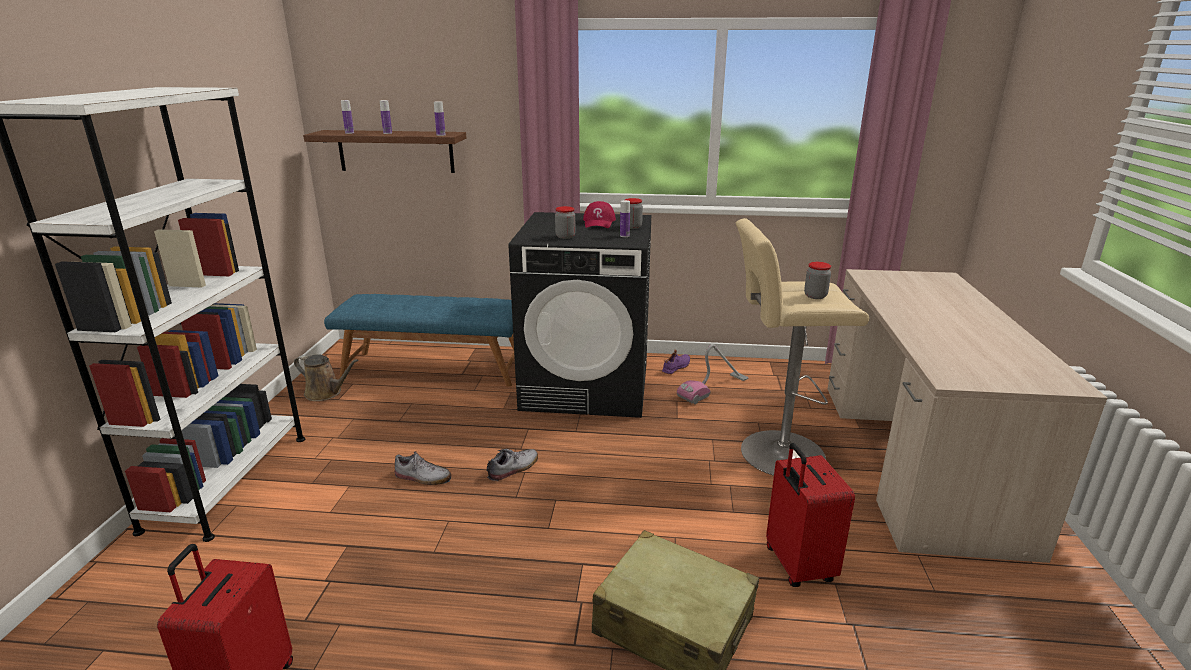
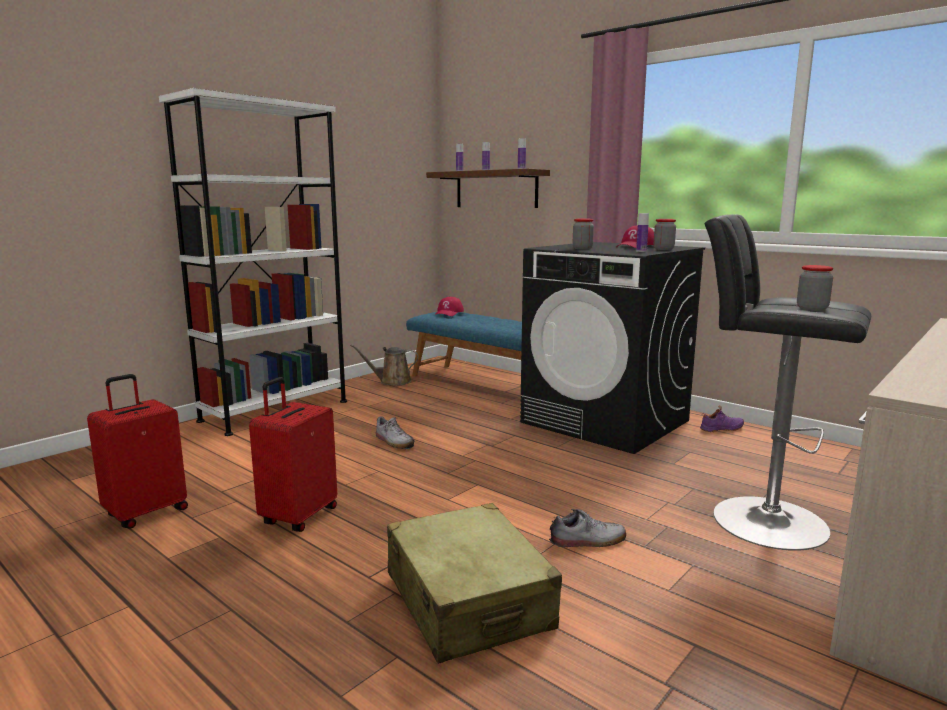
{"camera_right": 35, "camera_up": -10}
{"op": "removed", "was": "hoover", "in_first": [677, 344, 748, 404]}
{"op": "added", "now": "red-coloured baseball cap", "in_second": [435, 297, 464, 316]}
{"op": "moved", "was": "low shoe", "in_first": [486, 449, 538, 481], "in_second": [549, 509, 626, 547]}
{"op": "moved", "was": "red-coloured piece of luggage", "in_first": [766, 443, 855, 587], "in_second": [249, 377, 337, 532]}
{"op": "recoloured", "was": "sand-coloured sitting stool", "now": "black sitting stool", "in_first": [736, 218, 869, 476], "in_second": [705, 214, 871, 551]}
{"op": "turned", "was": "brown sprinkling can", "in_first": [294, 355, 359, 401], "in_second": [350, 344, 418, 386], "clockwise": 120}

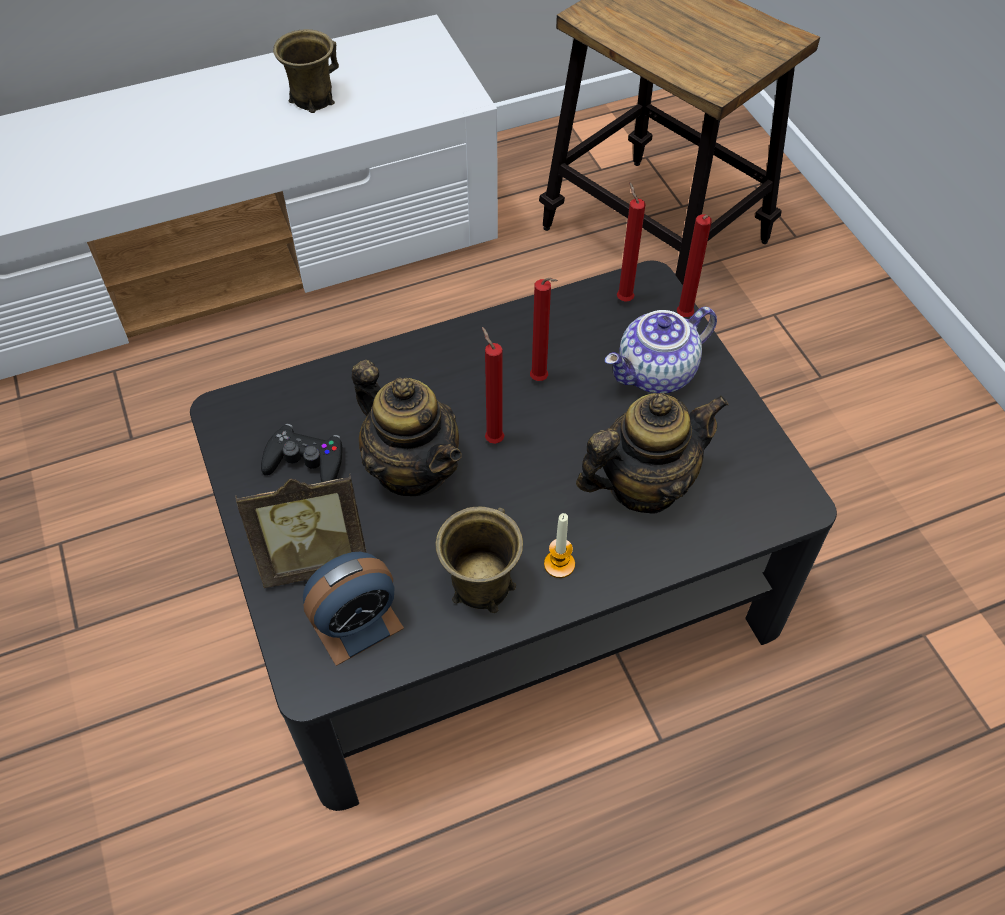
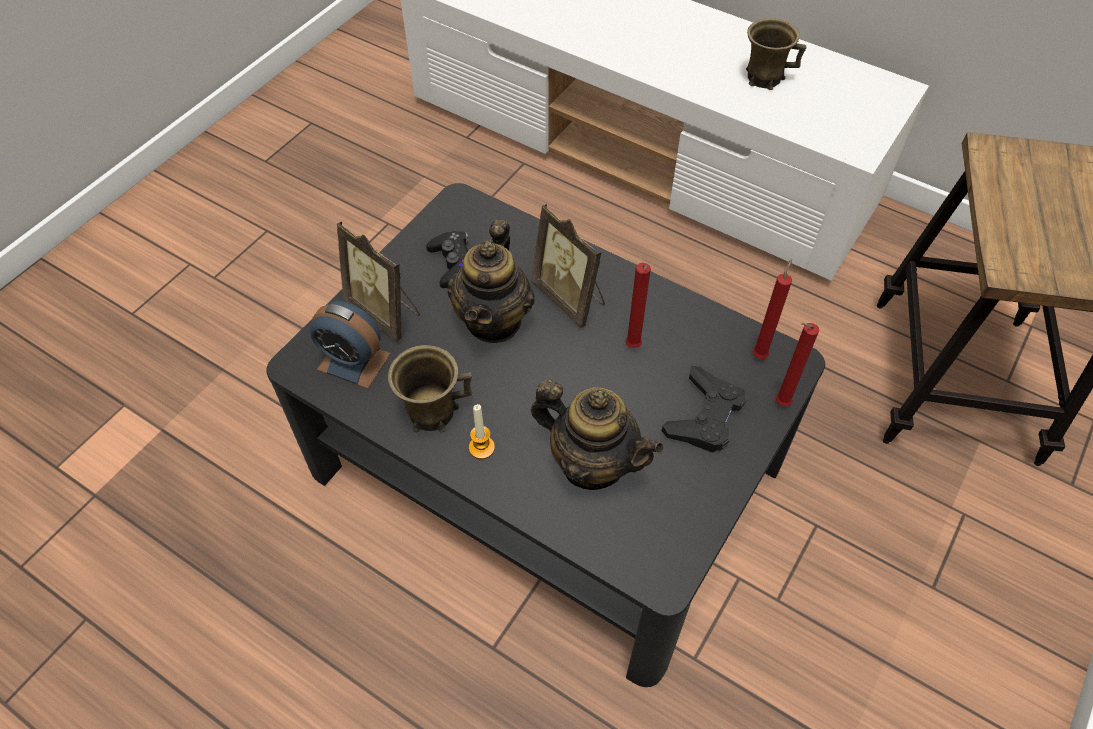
{"camera_right": 55, "camera_up": 0}
{"op": "removed", "was": "red-coloured wax candle", "in_first": [482, 327, 504, 444]}
{"op": "added", "now": "picture frame", "in_second": [531, 204, 605, 328]}
{"op": "replaced", "was": "tea pot", "now": "black joypad", "in_first": [605, 307, 717, 393], "in_second": [662, 366, 747, 453]}

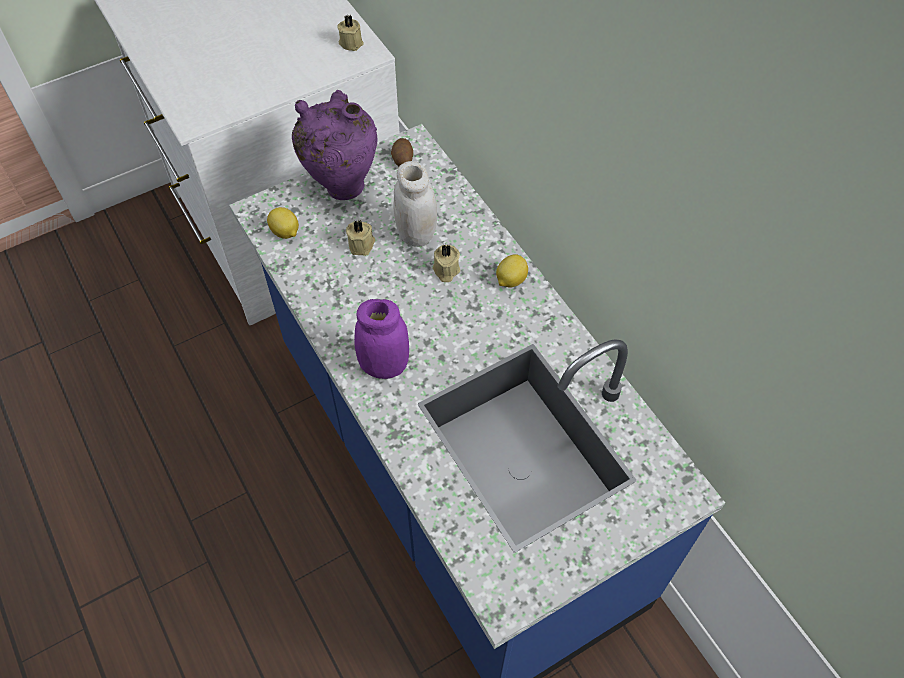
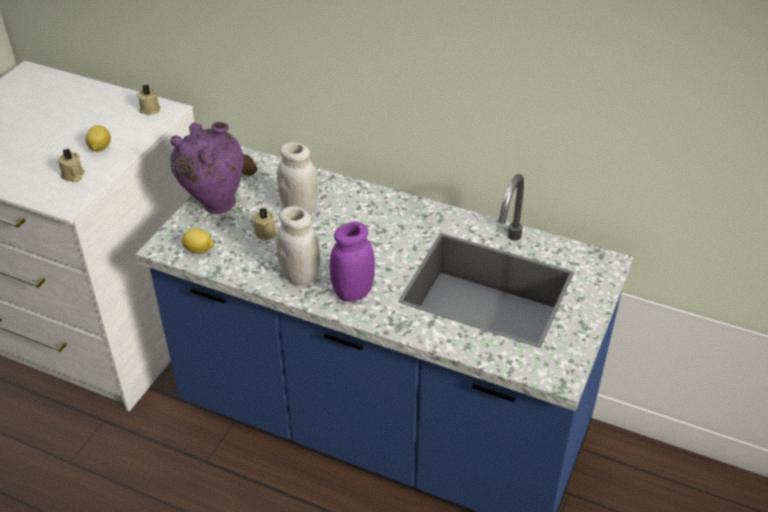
{"camera_right": -35, "camera_up": -15}
{"op": "added", "now": "whitish preserve jar", "in_second": [276, 206, 320, 285]}
{"op": "moved", "was": "sand-coloured wax candle", "in_first": [433, 244, 460, 282], "in_second": [58, 149, 85, 182]}
{"op": "moved", "was": "whole lemon", "in_first": [496, 254, 528, 287], "in_second": [85, 125, 111, 152]}

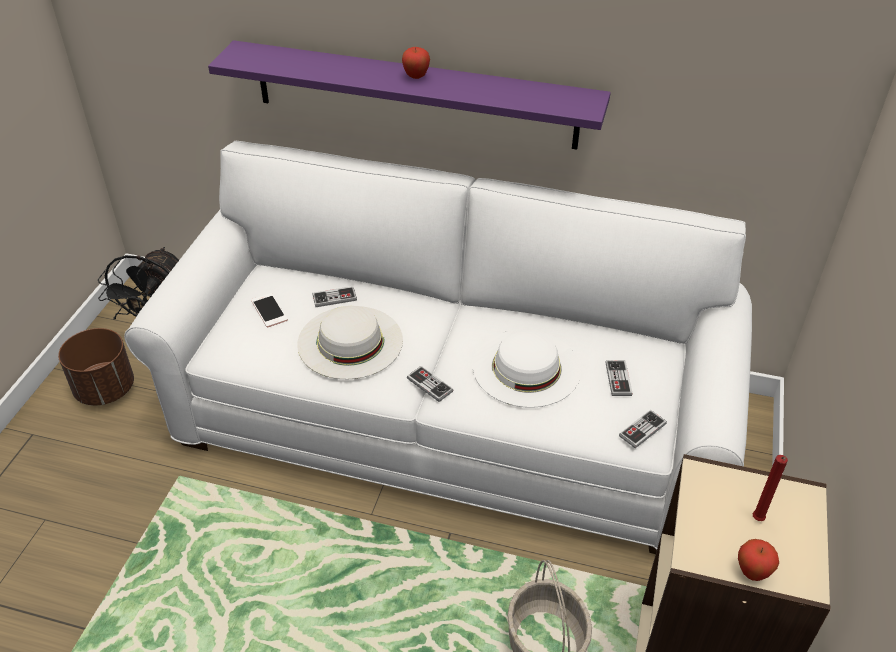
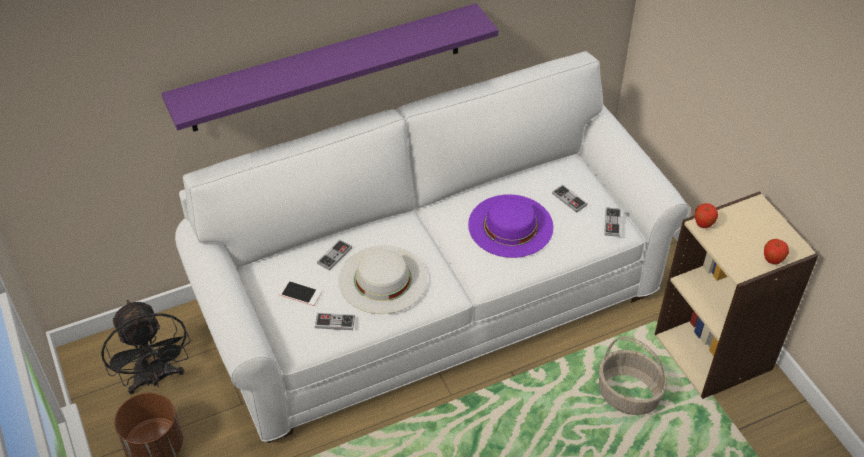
{"camera_right": -40, "camera_up": 5}
{"op": "removed", "was": "red-coloured wax candle", "in_first": [753, 455, 788, 521]}
{"op": "moved", "was": "apple", "in_first": [402, 47, 430, 79], "in_second": [695, 203, 718, 228]}
{"op": "moved", "was": "joypad", "in_first": [407, 366, 453, 402], "in_second": [315, 313, 355, 330]}
{"op": "recoloured", "was": "whitish wearable hat", "now": "purplish wearable hat", "in_first": [473, 330, 581, 408], "in_second": [468, 194, 553, 258]}

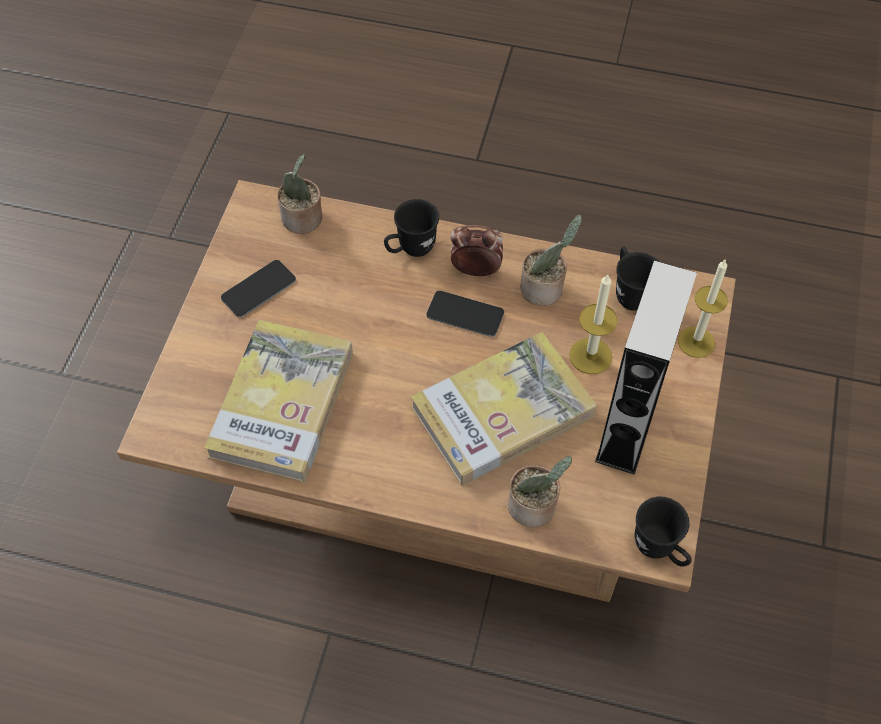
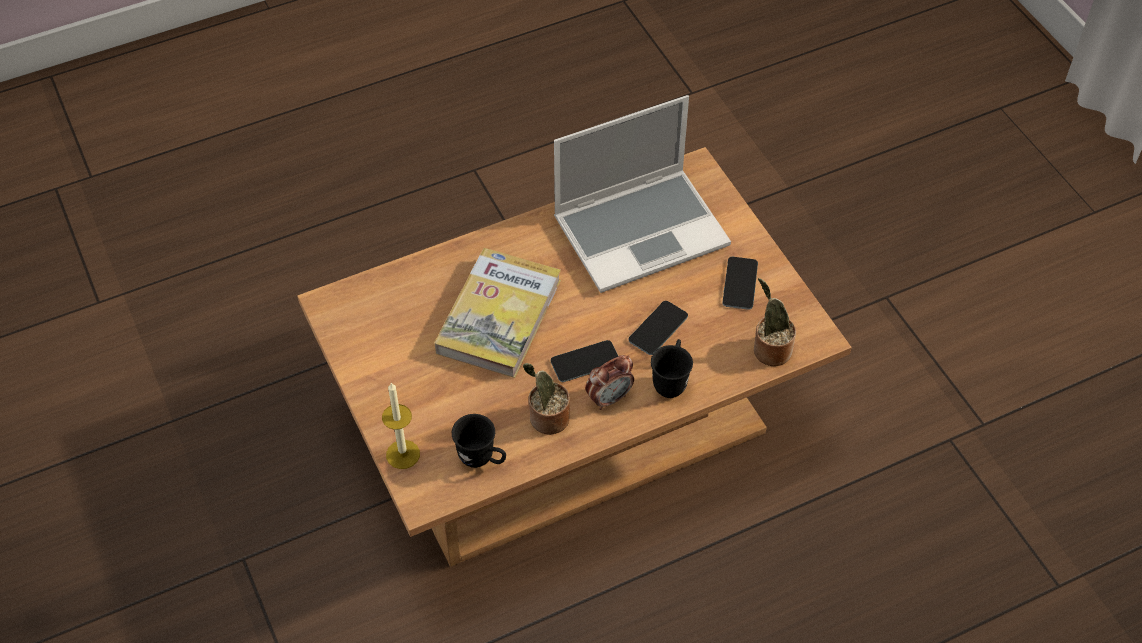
{"camera_right": 140, "camera_up": -5}
{"op": "removed", "was": "houseplant", "in_first": [508, 456, 572, 527]}
{"op": "removed", "was": "wax candle", "in_first": [569, 274, 618, 374]}
{"op": "removed", "was": "grey loudspeaker", "in_first": [595, 260, 697, 475]}
{"op": "removed", "was": "black coffee mug", "in_first": [634, 497, 692, 567]}
{"op": "added", "now": "phone", "in_second": [629, 301, 688, 355]}
{"op": "replaced", "was": "bound book", "now": "notebook computer", "in_first": [204, 320, 353, 482], "in_second": [554, 95, 731, 293]}

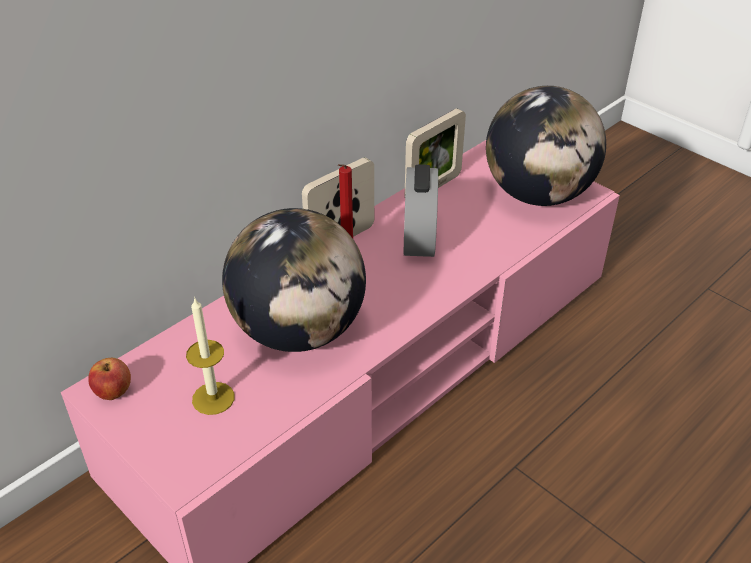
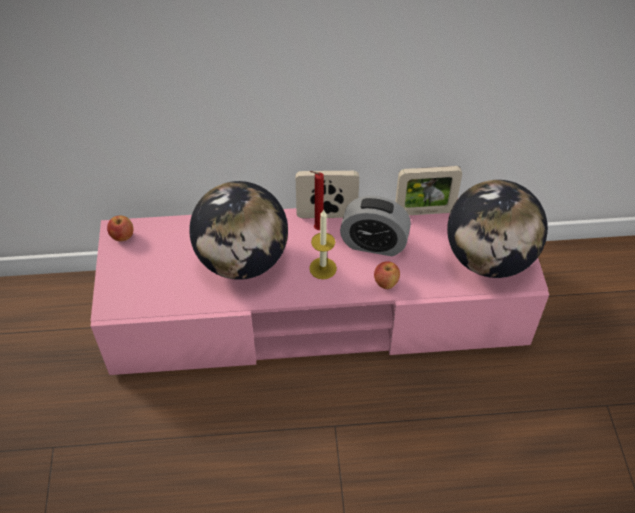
{"camera_right": 40, "camera_up": 10}
{"op": "added", "now": "apple", "in_second": [374, 261, 400, 289]}
{"op": "moved", "was": "wax candle", "in_first": [186, 297, 235, 415], "in_second": [309, 209, 337, 279]}
{"op": "turned", "was": "table clock", "in_first": [404, 164, 438, 257], "in_second": [340, 196, 411, 256], "clockwise": -120}

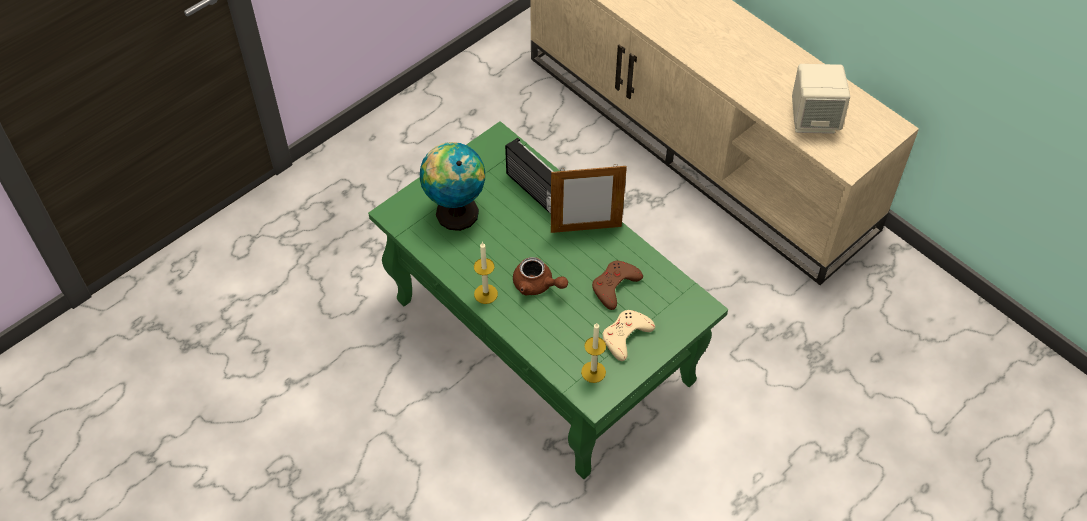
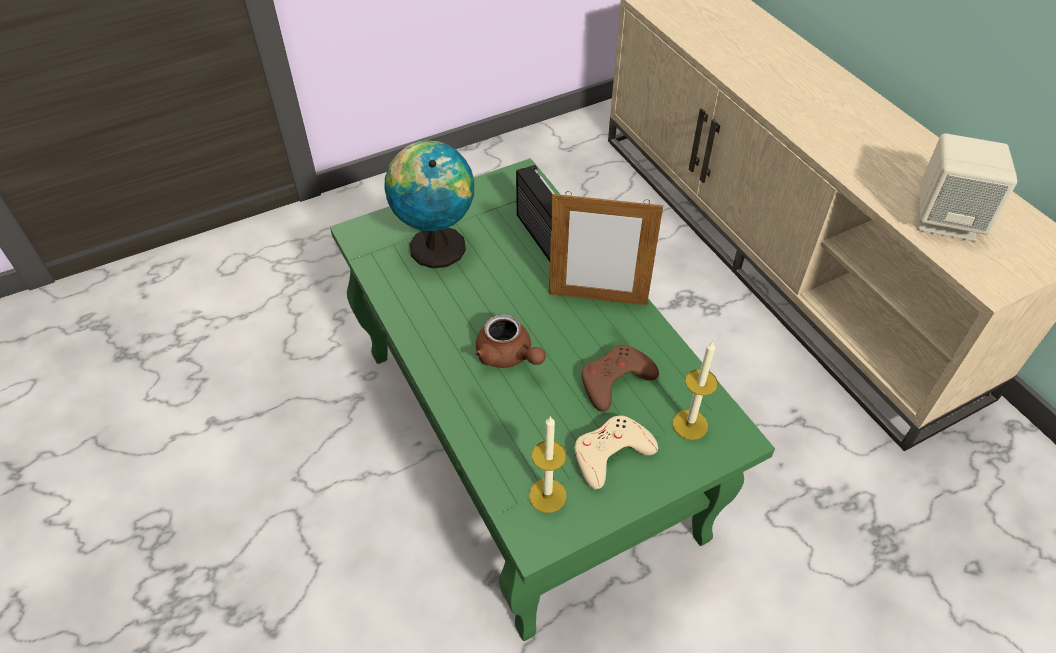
{"camera_right": 15, "camera_up": -5}
{"op": "moved", "was": "wax candle", "in_first": [474, 242, 498, 304], "in_second": [672, 341, 718, 440]}

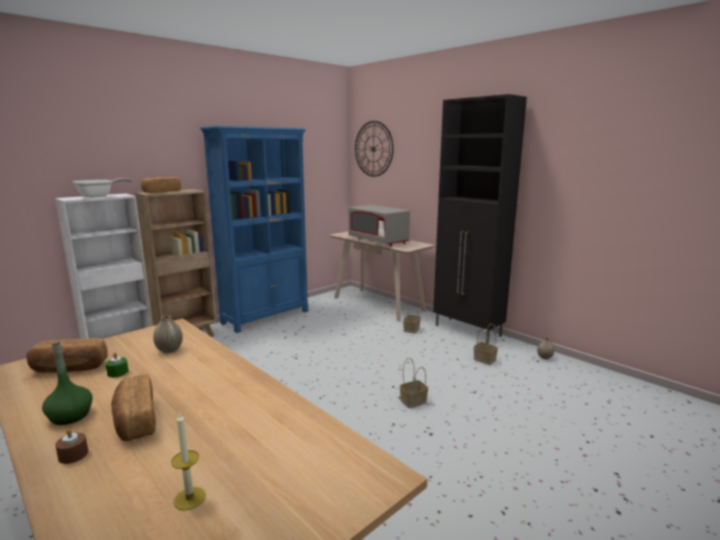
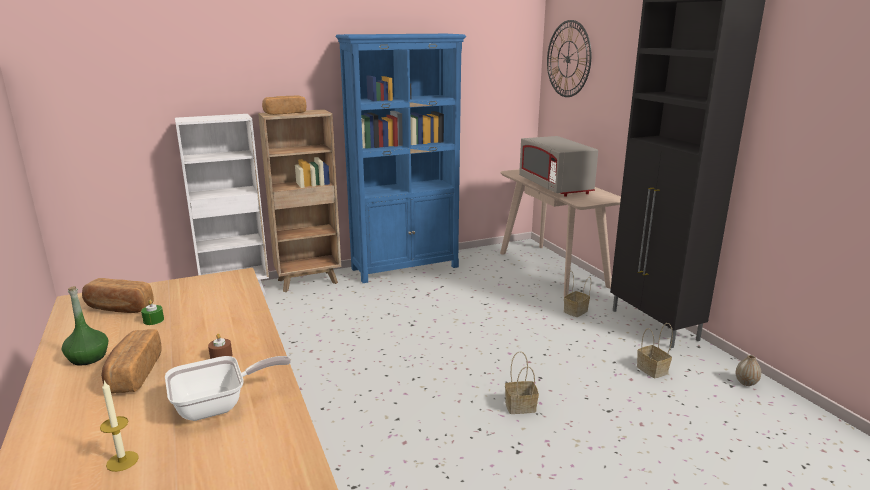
{"camera_right": 20, "camera_up": 5}
{"op": "removed", "was": "vase", "in_first": [153, 315, 183, 353]}
{"op": "moved", "was": "brown wax candle", "in_first": [55, 428, 88, 464], "in_second": [208, 333, 232, 359]}
{"op": "moved", "was": "skillet", "in_first": [72, 178, 132, 198], "in_second": [165, 356, 291, 421]}

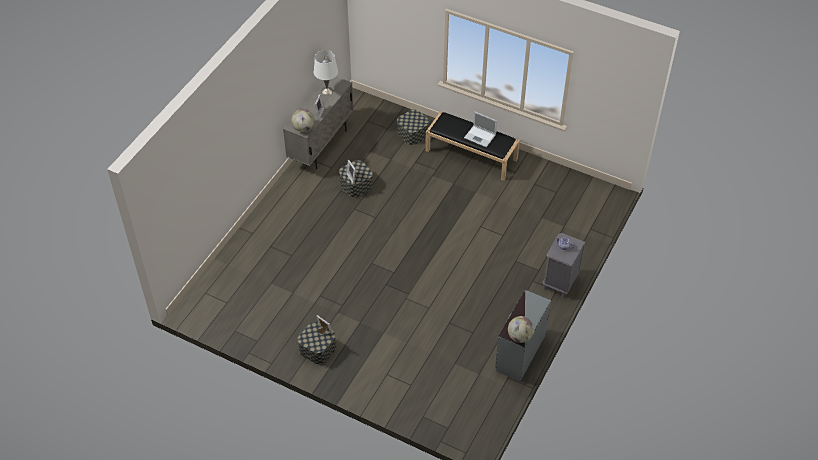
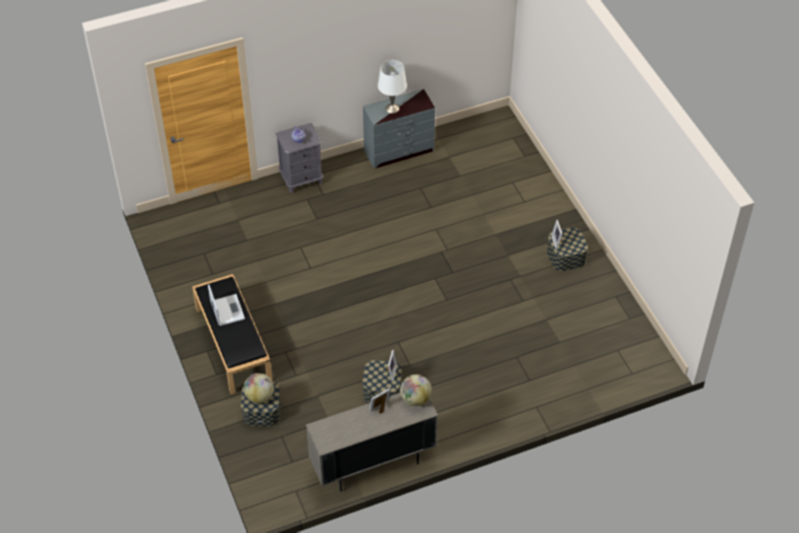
{"camera_right": -140, "camera_up": 0}
{"op": "moved", "was": "whitish tabletop lamp", "in_first": [314, 50, 338, 95], "in_second": [378, 60, 407, 113]}
{"op": "moved", "was": "world globe", "in_first": [508, 316, 534, 343], "in_second": [243, 373, 274, 403]}

